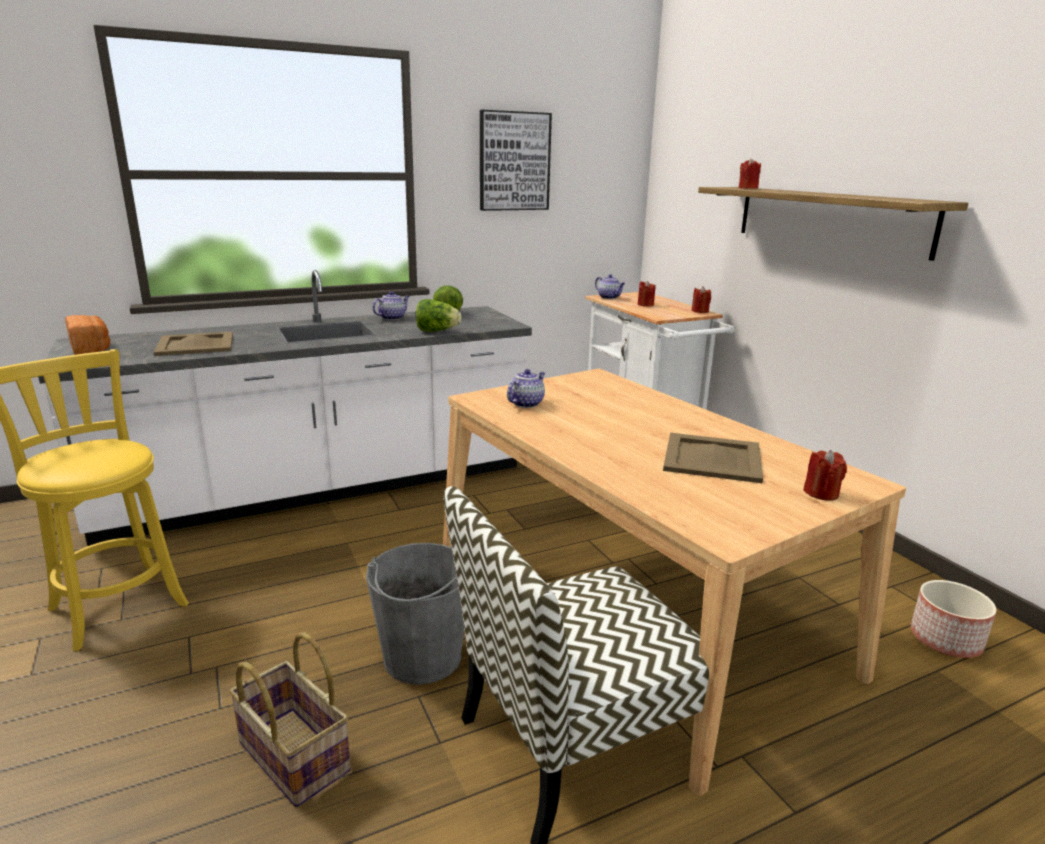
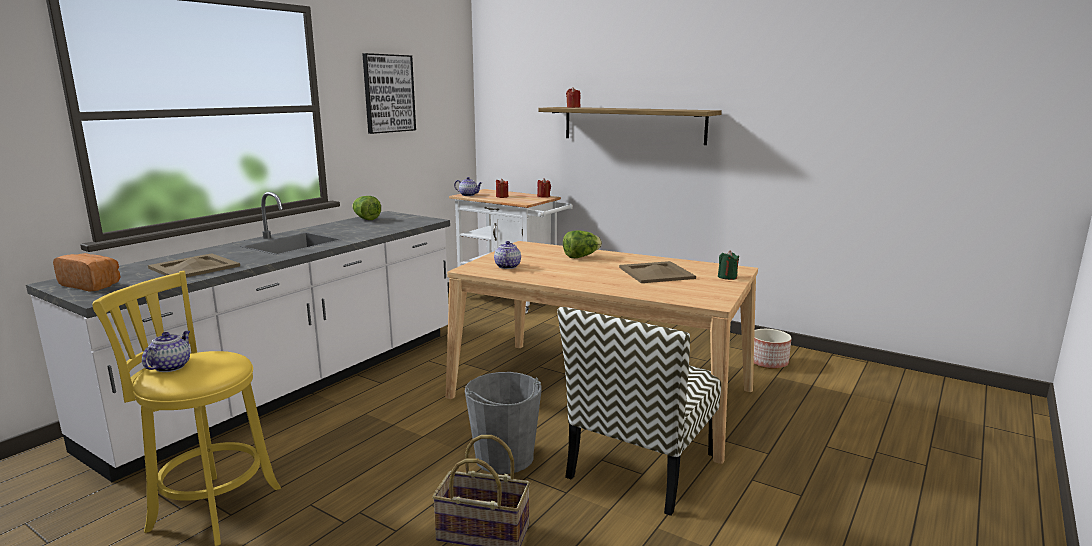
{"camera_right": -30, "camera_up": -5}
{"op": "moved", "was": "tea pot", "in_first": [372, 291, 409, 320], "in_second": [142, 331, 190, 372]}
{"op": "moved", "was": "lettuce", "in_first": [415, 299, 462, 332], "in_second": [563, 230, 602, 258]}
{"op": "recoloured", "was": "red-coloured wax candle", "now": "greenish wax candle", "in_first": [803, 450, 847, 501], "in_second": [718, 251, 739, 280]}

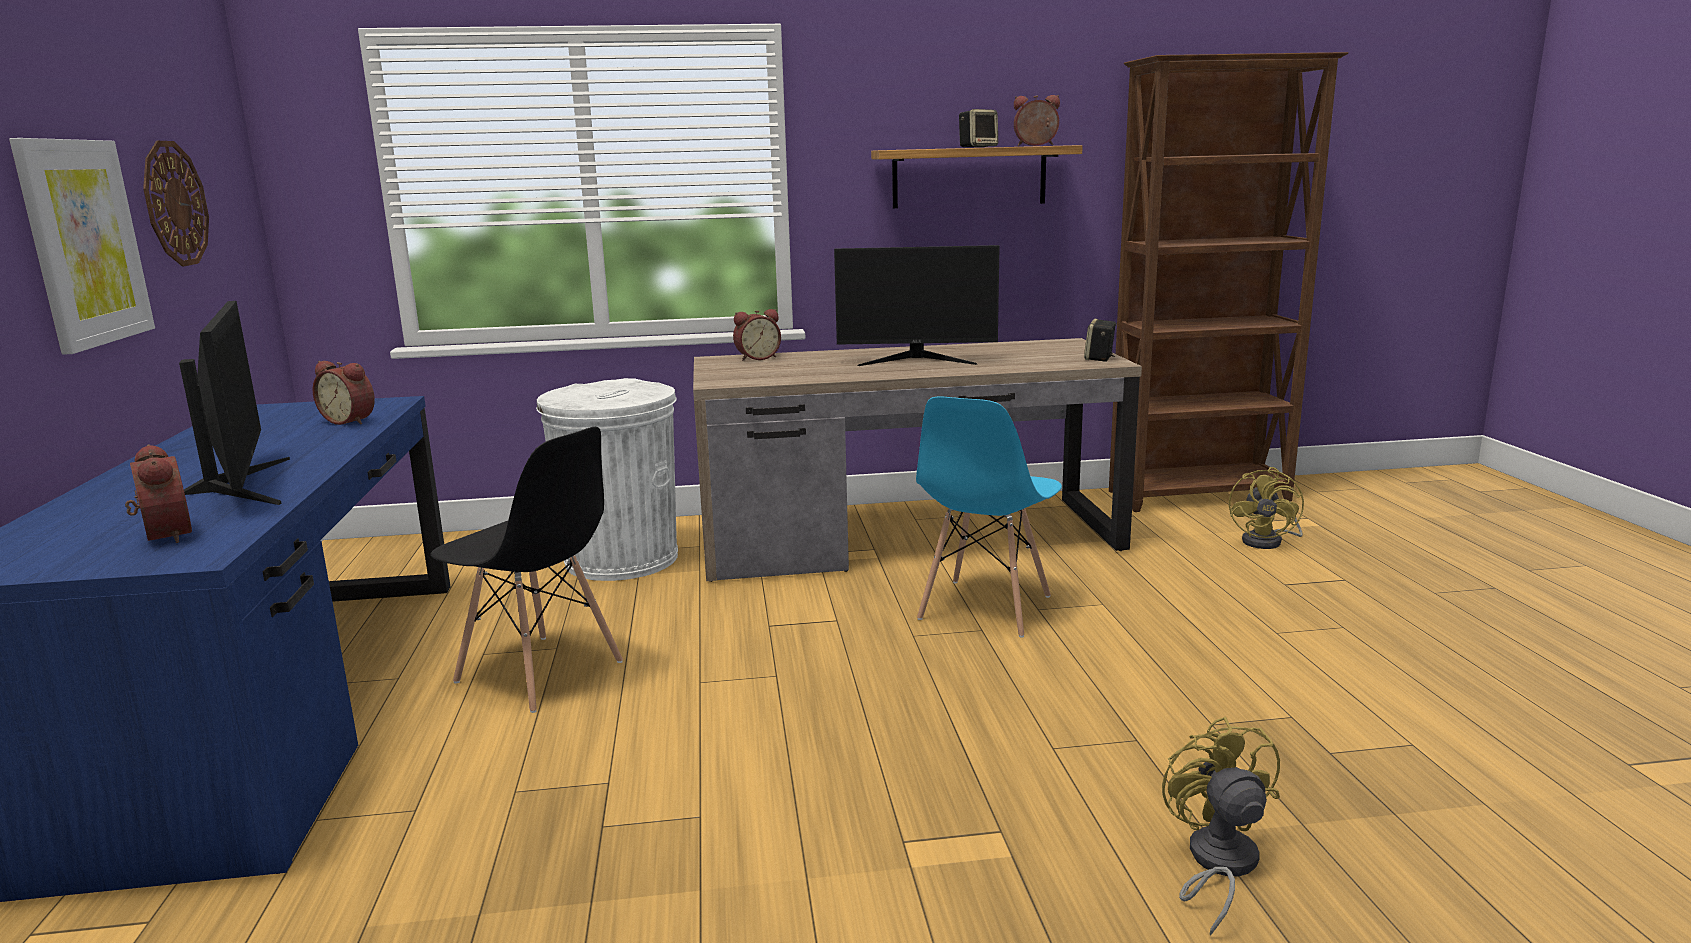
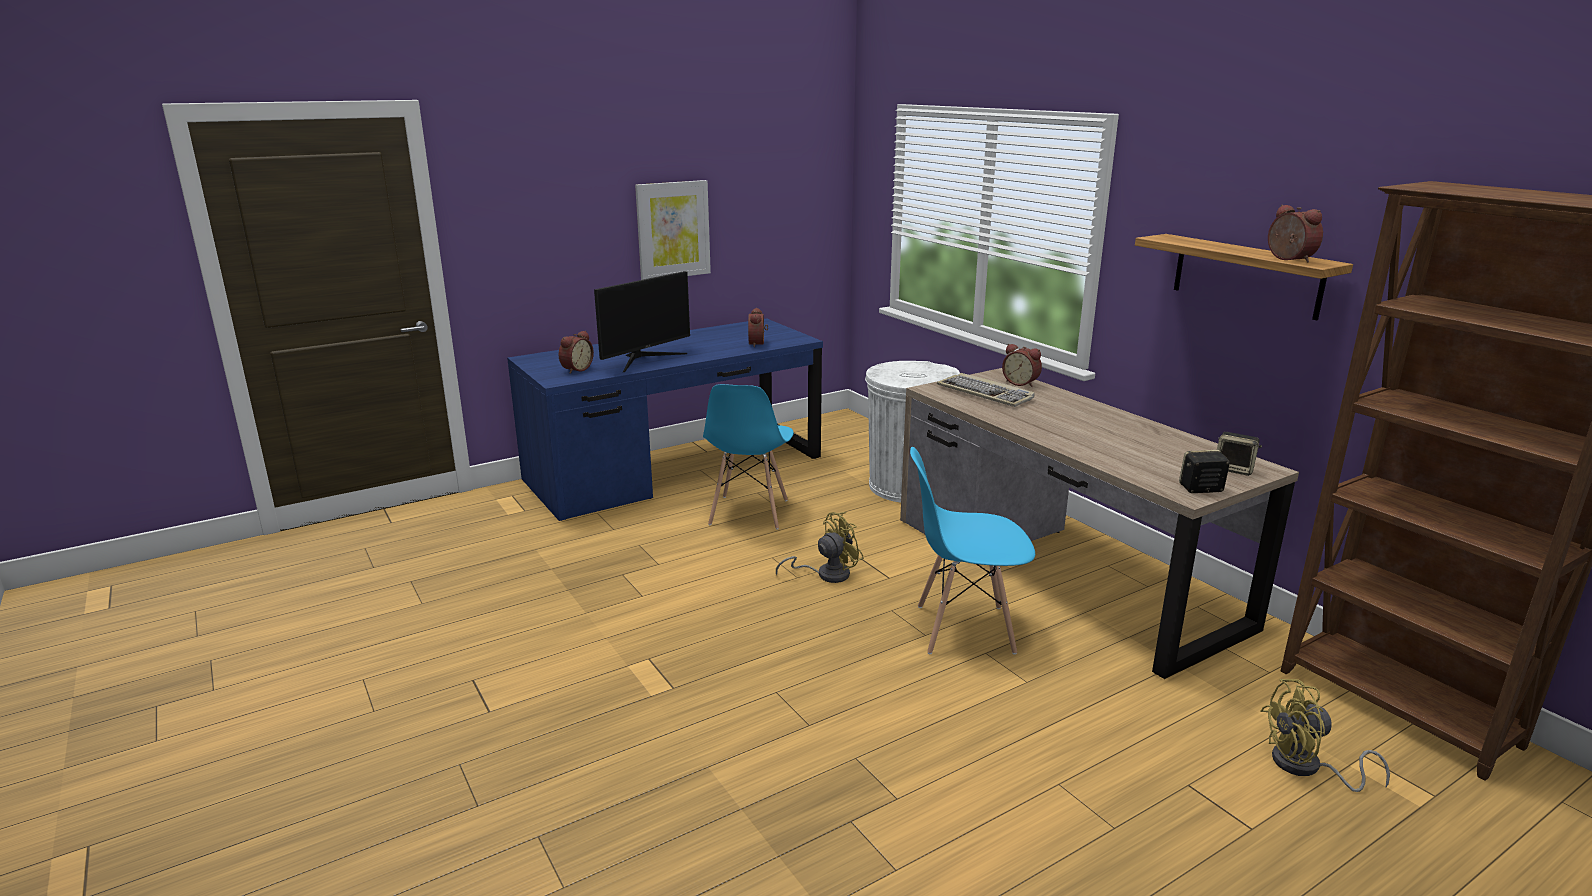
{"camera_right": 65, "camera_up": 5}
{"op": "removed", "was": "hanging clock", "in_first": [143, 141, 209, 267]}
{"op": "removed", "was": "computer screen", "in_first": [834, 245, 1000, 366]}
{"op": "added", "now": "computer keyboard", "in_second": [937, 373, 1035, 407]}
{"op": "moved", "was": "loudspeaker", "in_first": [959, 109, 998, 147], "in_second": [1217, 432, 1262, 476]}
{"op": "moved", "was": "yellow-coloured cooling fan", "in_first": [1162, 717, 1280, 936], "in_second": [776, 512, 864, 583]}
{"op": "recoloured", "was": "black chair", "now": "bluish chair", "in_first": [431, 427, 623, 713], "in_second": [703, 384, 794, 529]}

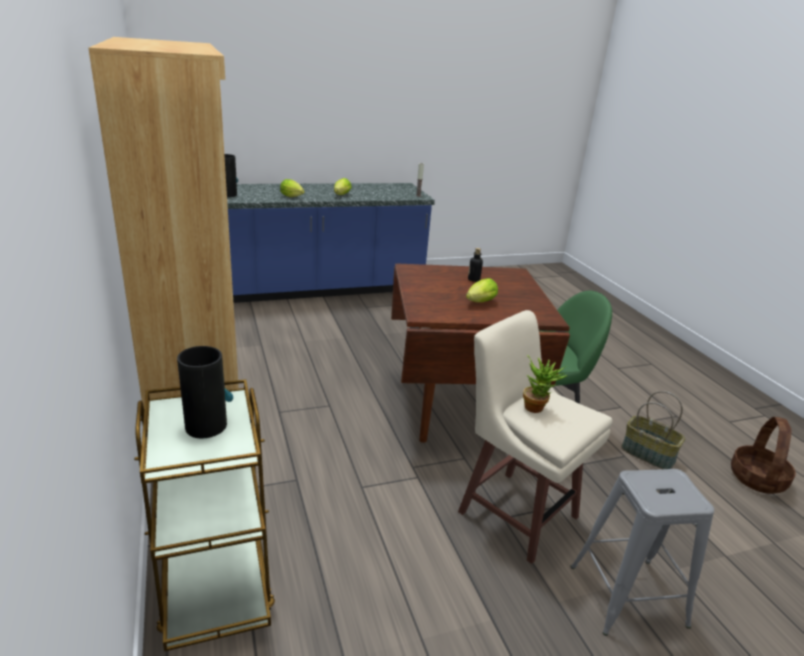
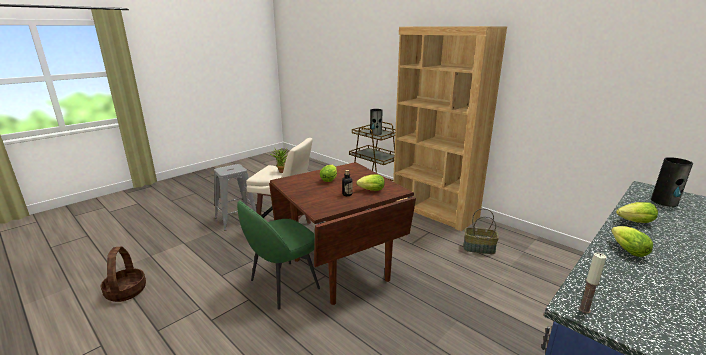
{"camera_right": 155, "camera_up": -5}
{"op": "added", "now": "lettuce", "in_second": [356, 174, 385, 191]}
{"op": "moved", "was": "household basket", "in_first": [621, 391, 685, 469], "in_second": [463, 208, 499, 254]}

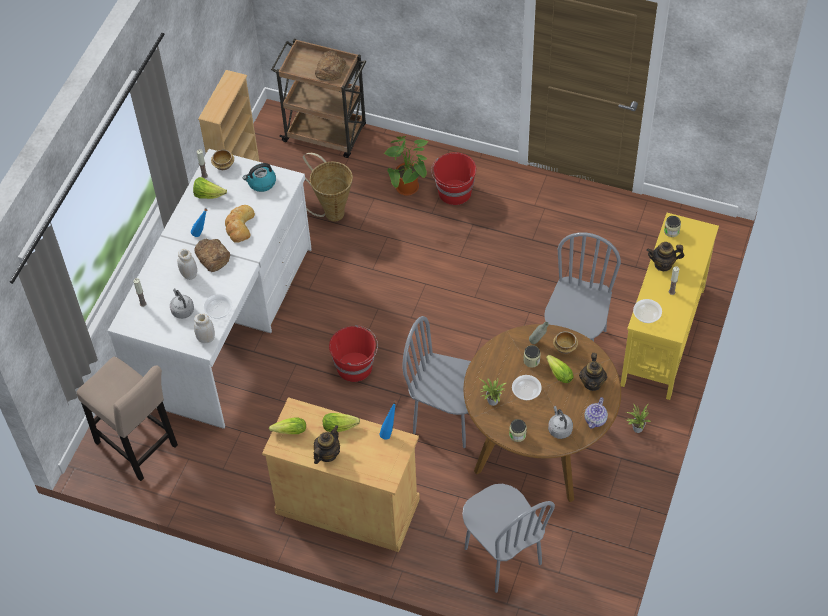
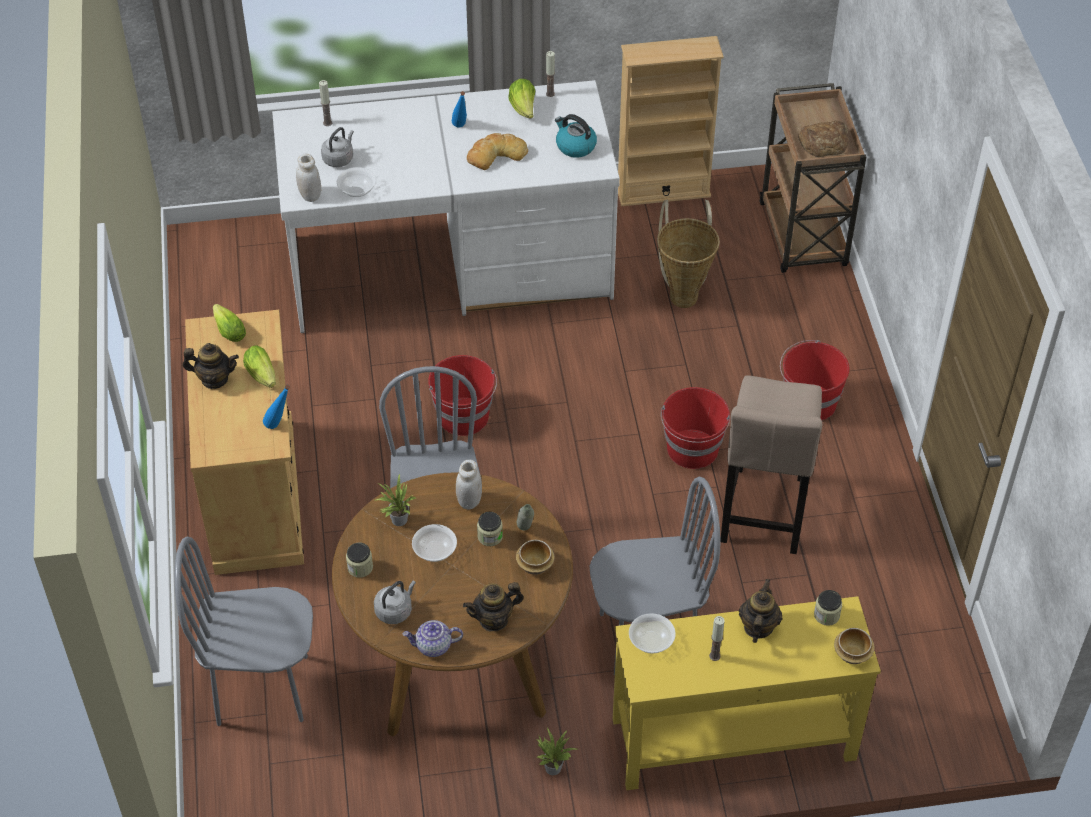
{"camera_right": 60, "camera_up": -5}
{"op": "removed", "was": "bakery bread", "in_first": [194, 239, 230, 272]}
{"op": "removed", "was": "houseplant", "in_first": [384, 136, 428, 196]}
{"op": "removed", "was": "lettuce", "in_first": [546, 355, 574, 383]}
{"op": "added", "now": "red-coloured water bucket", "in_second": [661, 387, 730, 469]}
{"op": "moved", "was": "sand-coloured sitting stool", "in_first": [77, 357, 178, 481], "in_second": [720, 376, 822, 554]}
{"op": "moved", "was": "whitish preserve jar", "in_first": [177, 249, 197, 280], "in_second": [456, 460, 482, 510]}
{"op": "moved", "was": "deep dish", "in_first": [211, 150, 234, 170], "in_second": [834, 628, 875, 664]}
{"op": "turned", "was": "grey chair", "in_first": [462, 484, 555, 593], "in_second": [175, 536, 313, 726], "clockwise": 60}
{"op": "turned", "was": "tea pot", "in_first": [646, 242, 684, 271], "in_second": [739, 579, 782, 643], "clockwise": 45}

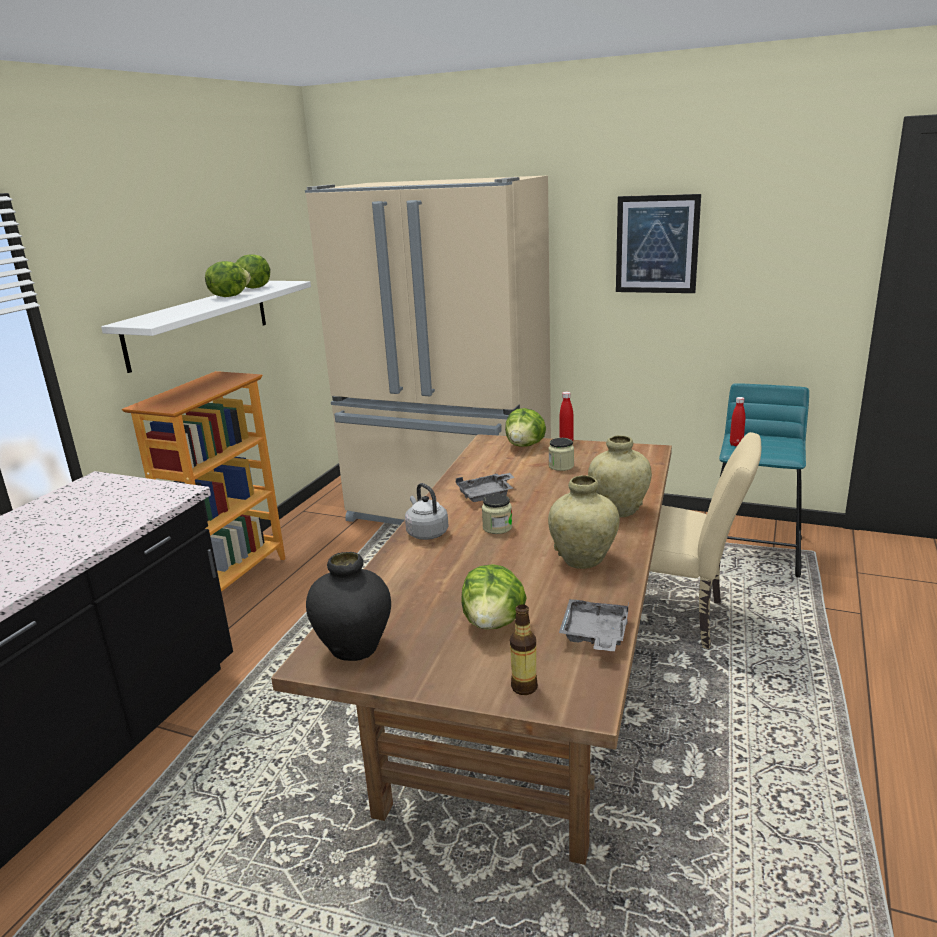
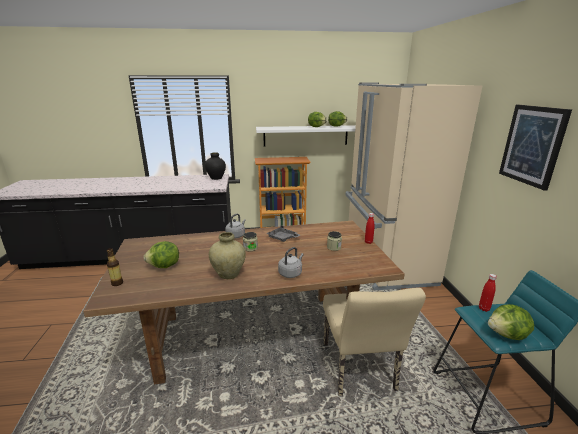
{"camera_right": 60, "camera_up": 0}
{"op": "removed", "was": "grey serving tray", "in_first": [559, 599, 629, 651]}
{"op": "moved", "was": "black vase", "in_first": [306, 552, 391, 661], "in_second": [205, 153, 226, 180]}
{"op": "moved", "was": "lettuce", "in_first": [505, 408, 546, 447], "in_second": [488, 304, 534, 340]}
{"op": "replaced", "was": "sand-coloured vase", "now": "grey kettle", "in_first": [588, 435, 652, 517], "in_second": [278, 247, 304, 278]}

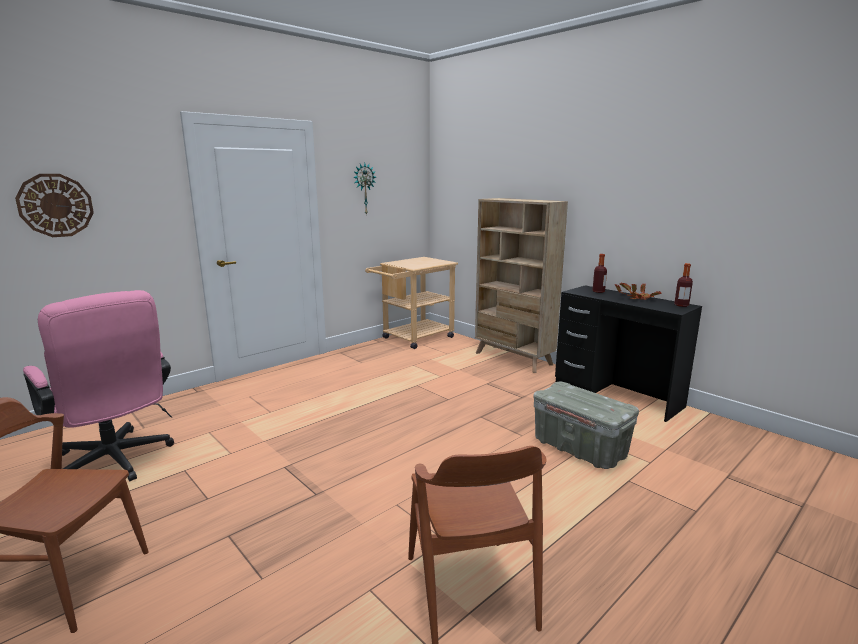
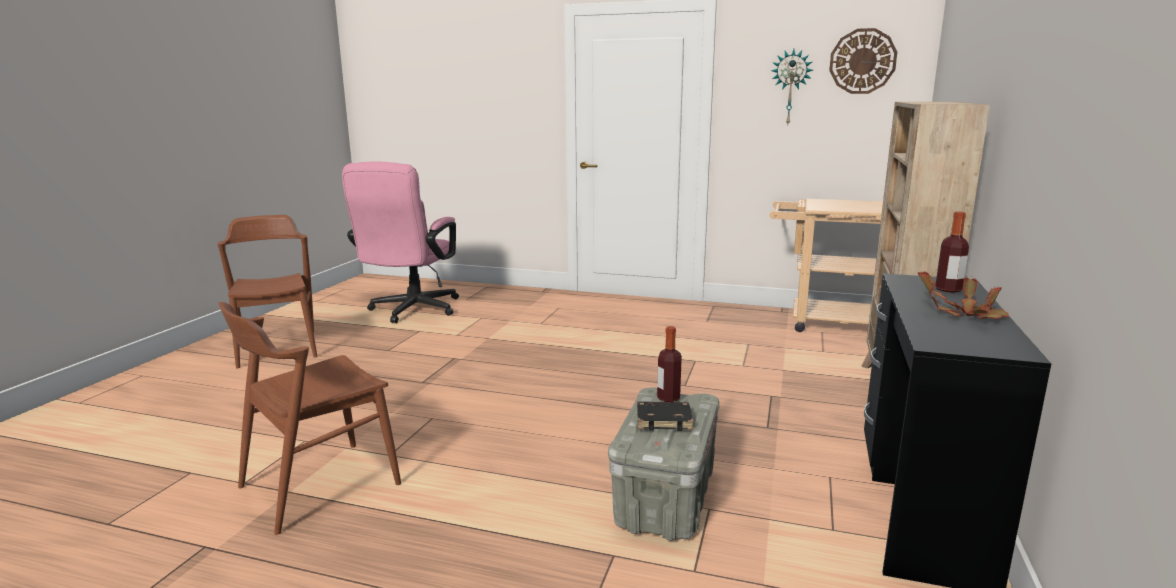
{"camera_right": 60, "camera_up": 0}
{"op": "added", "now": "black bound book", "in_second": [637, 402, 694, 431]}
{"op": "moved", "was": "hanging clock", "in_first": [15, 174, 94, 237], "in_second": [829, 28, 897, 94]}
{"op": "moved", "was": "bottle", "in_first": [674, 263, 693, 307], "in_second": [657, 326, 682, 402]}

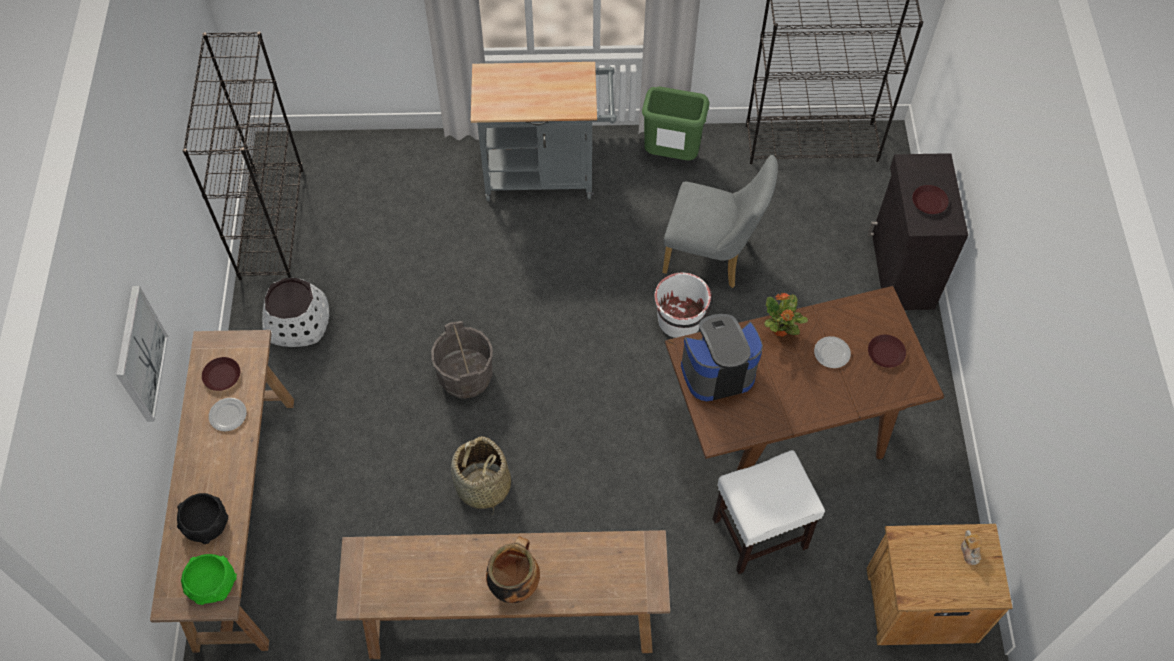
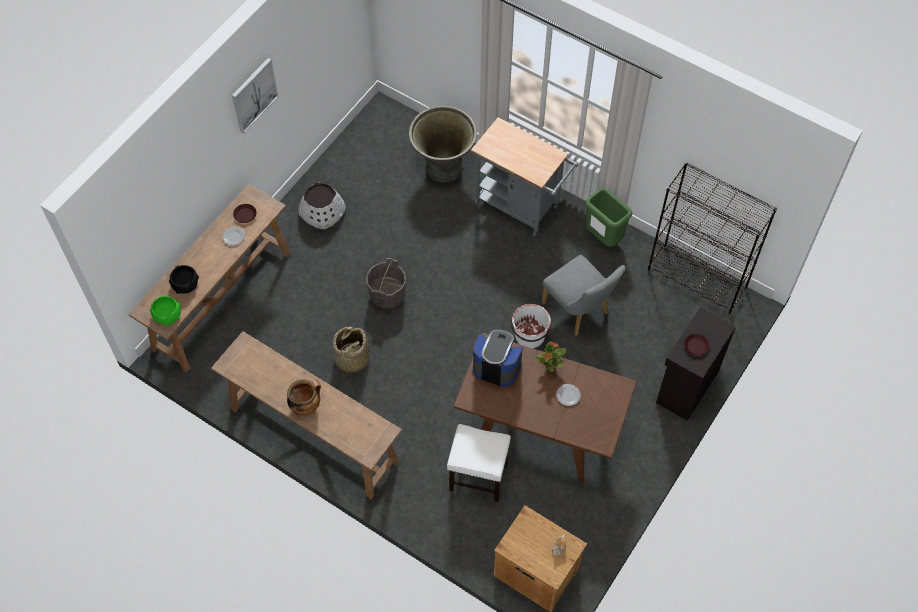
{"camera_right": 35, "camera_up": 0}
{"op": "removed", "was": "black shelving unit", "in_first": [183, 32, 303, 280]}
{"op": "removed", "was": "brown plate", "in_first": [868, 335, 906, 368]}
{"op": "added", "now": "grey flower pot", "in_second": [409, 105, 477, 183]}
{"op": "moved", "was": "picture", "in_first": [116, 286, 168, 422], "in_second": [232, 58, 279, 134]}

